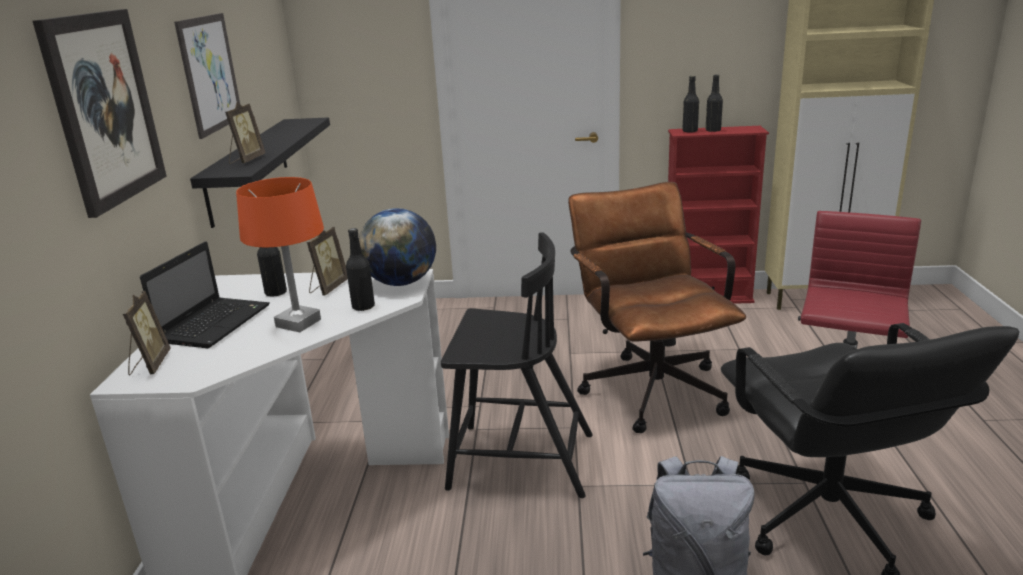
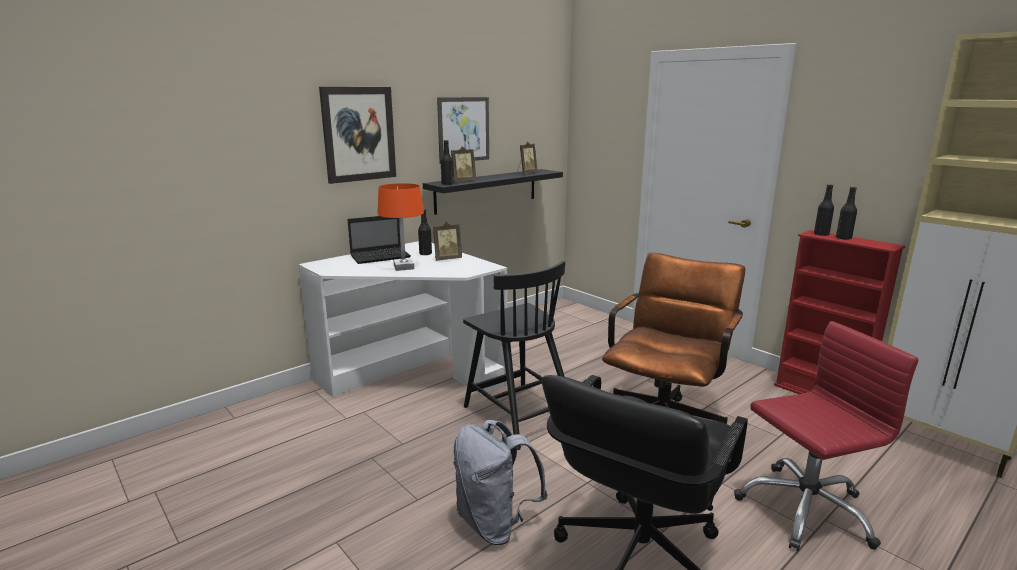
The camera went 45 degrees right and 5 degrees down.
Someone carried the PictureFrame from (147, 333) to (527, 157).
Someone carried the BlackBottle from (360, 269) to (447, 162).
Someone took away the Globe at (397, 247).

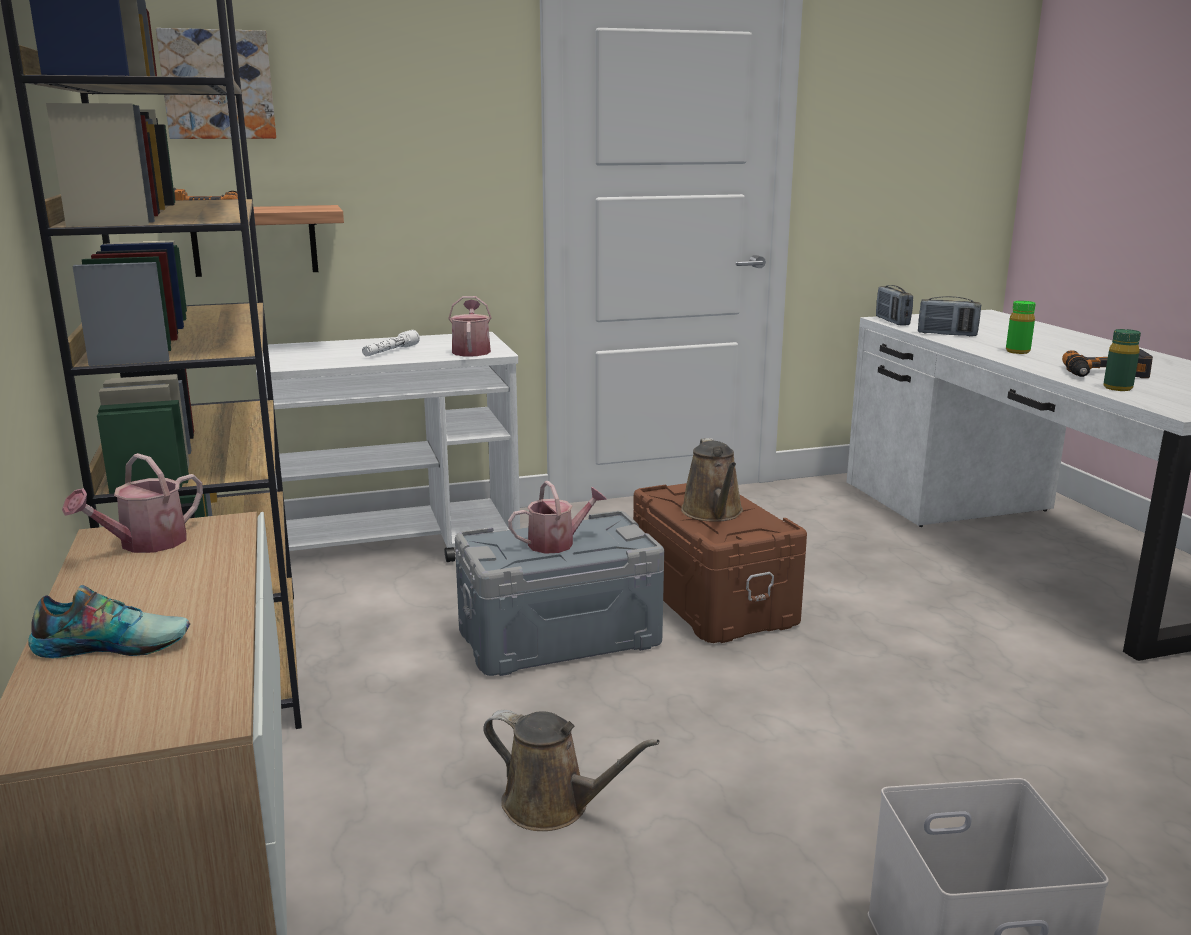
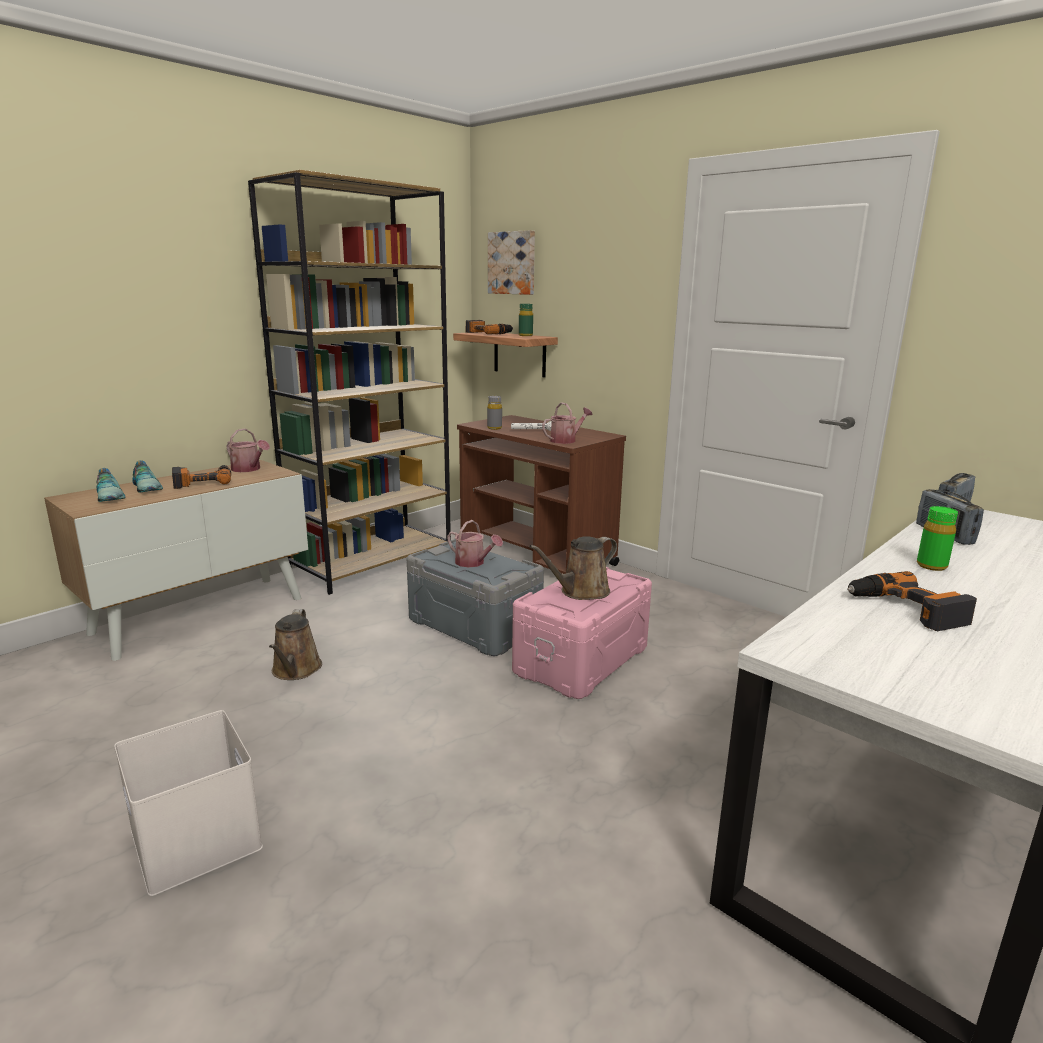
The camera went 60 degrees right and 0 degrees up.
Someone rotated the WateringCan at (132, 503) by 150 degrees counterclockwise.
Someone repainted the WhiteCart at (388, 447), which became the BrownCart at (541, 494).
Someone repainted the BrownStorageBox at (720, 563), which became the PinkStorageBox at (582, 633).
Someone carried the GreenBottle from (1122, 360) to (526, 320).
Someone put down the Shoe at (111, 485).
Someone put down the PowerDrill at (201, 477).
Someone put down the GreyBottle at (494, 413).

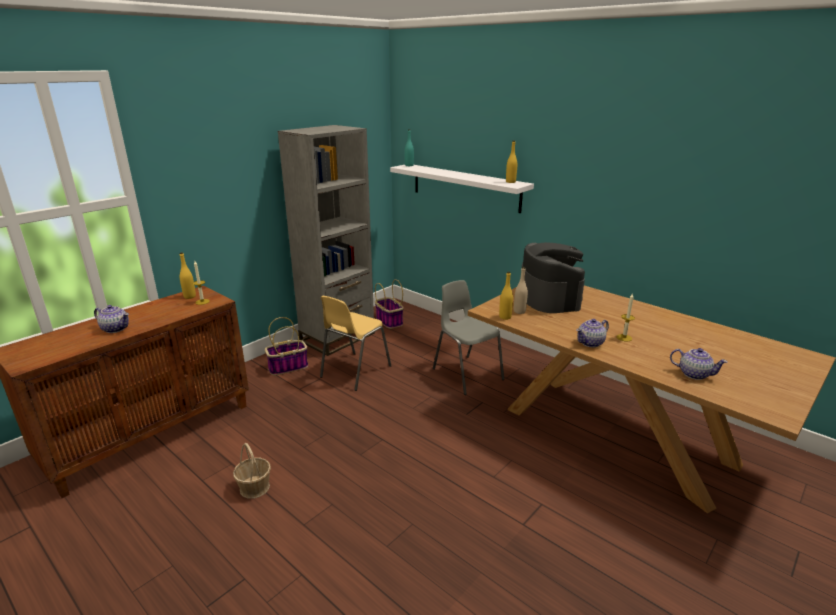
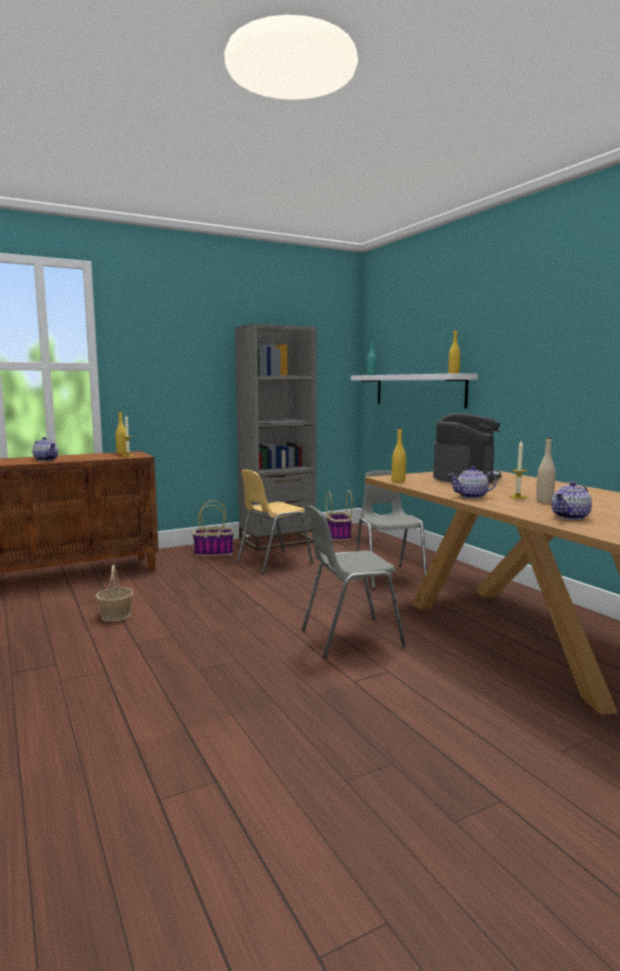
The camera went 20 degrees right and 15 degrees down.
Someone carried the BeigeBottle from (521, 290) to (546, 470).
Someone rotated the Teapot at (699, 364) by 90 degrees clockwise.
Someone put down the GreyChair at (354, 581).

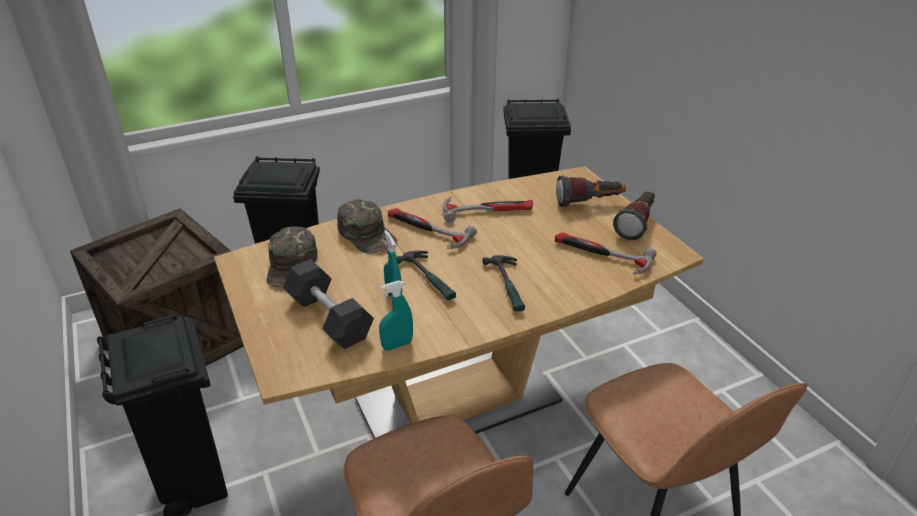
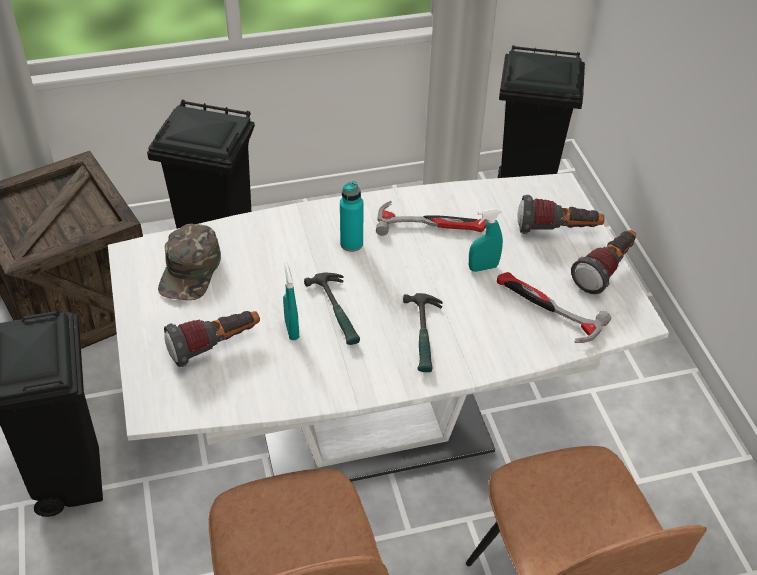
The camera went 10 degrees right and 10 degrees up.
Someone repainted the BrownDiningTable at (459, 302), which became the WhiteDiningTable at (388, 327).
Someone swapped the GreyDumbbell at (328, 304) for the Flashlight at (212, 339).
Someone took away the GreenCap at (367, 226).
Someone carried the TurquoiseSprayBottle from (396, 315) to (486, 240).
Someone swapped the Hammer at (432, 228) for the TurquoiseBottle at (352, 216).

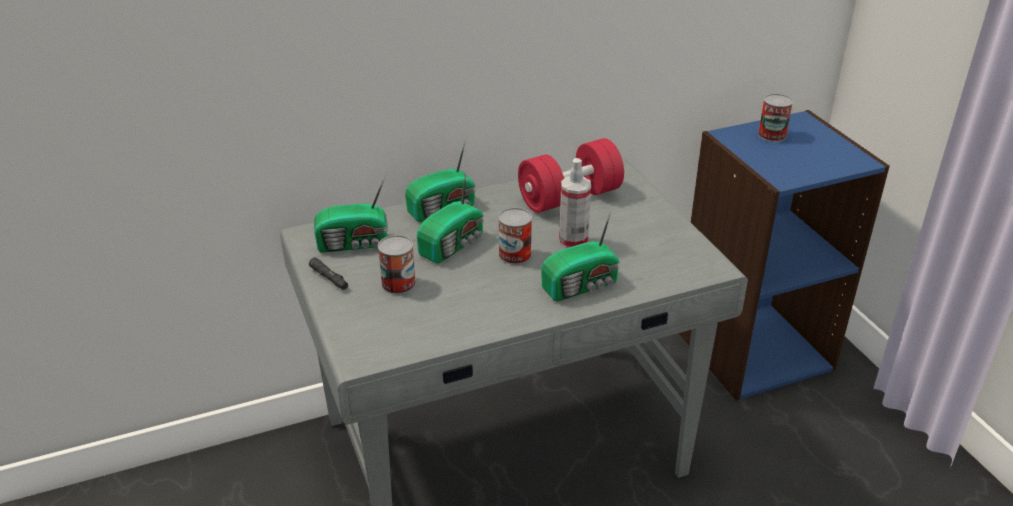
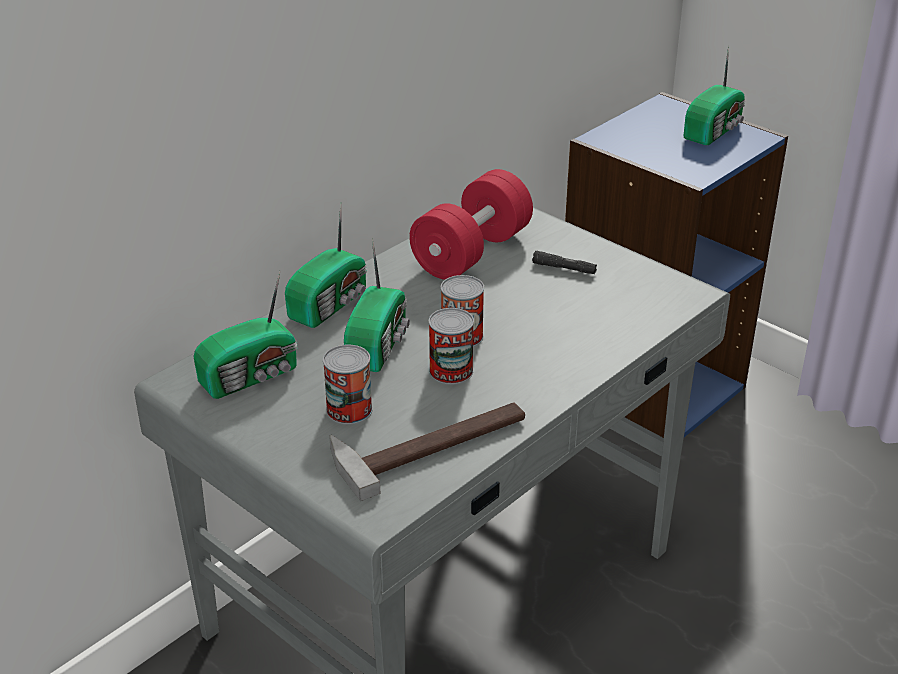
The camera went 25 degrees left and 0 degrees up.
Someone carried the BlackFlashlight from (328, 273) to (564, 262).
Someone carried the Radio from (580, 253) to (714, 95).
Someone took away the SprayBottle at (575, 203).
Someone carried the Can from (775, 118) to (451, 346).
Someone put down the Hammer at (427, 451).

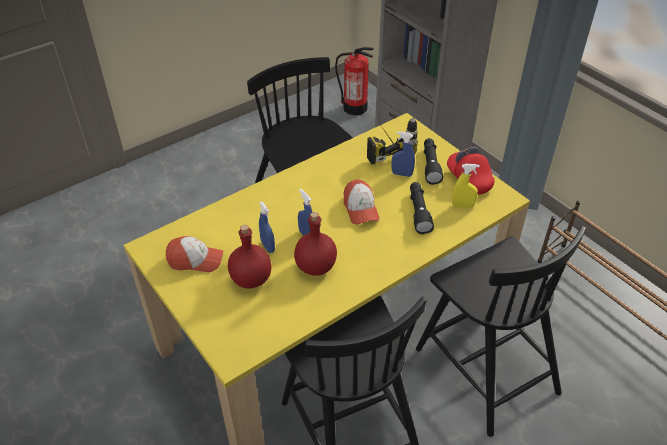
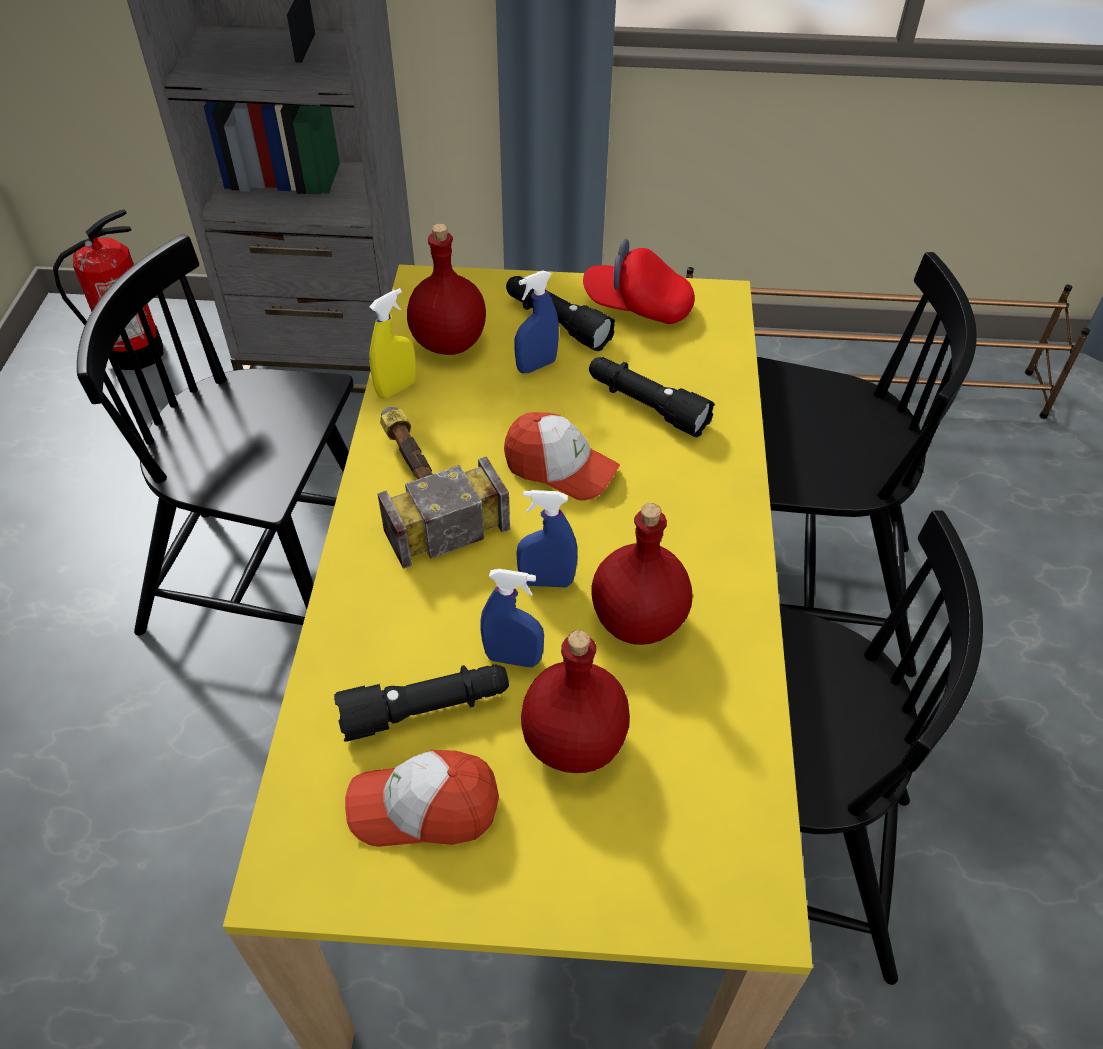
The camera went 50 degrees left and 5 degrees up.
Someone rotated the Cap at (194, 254) by 135 degrees counterclockwise.
Someone swapped the PowerDrill at (392, 140) for the RedBottle at (446, 289).
Someone carried the YellowSprayBottle from (466, 186) to (392, 343).
Someone put down the BlackFlashlight at (421, 703).
Someone put down the Hammer at (443, 488).

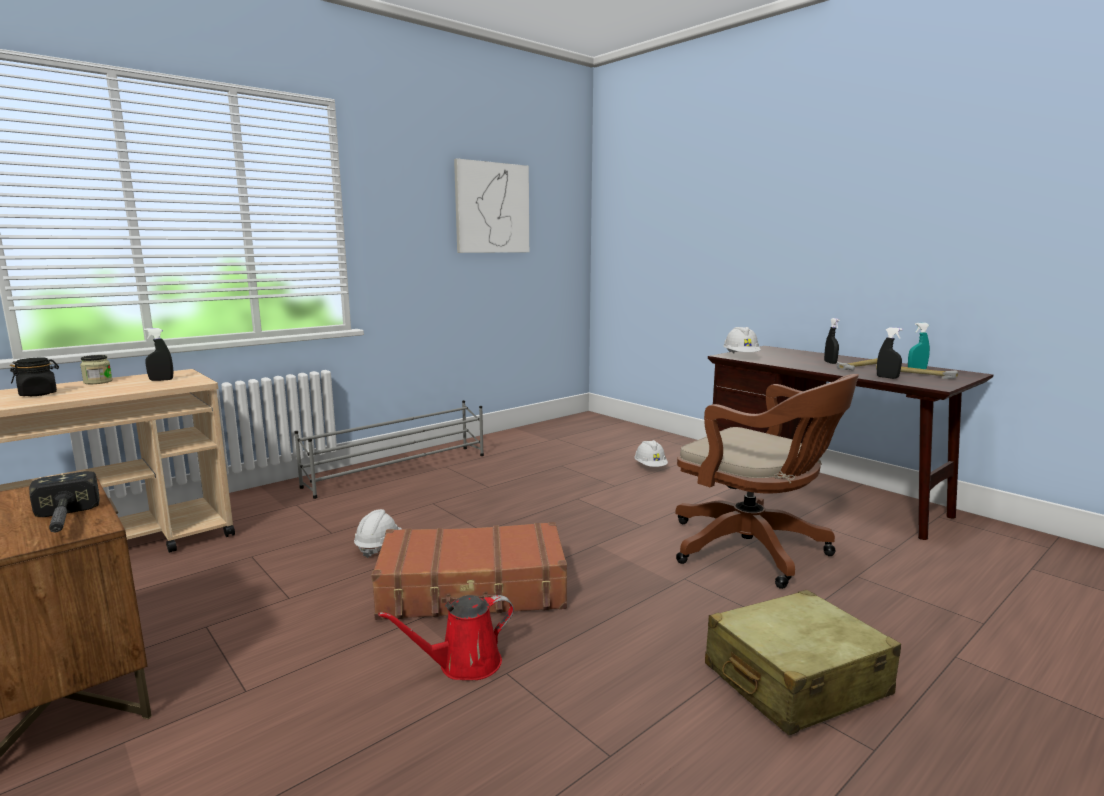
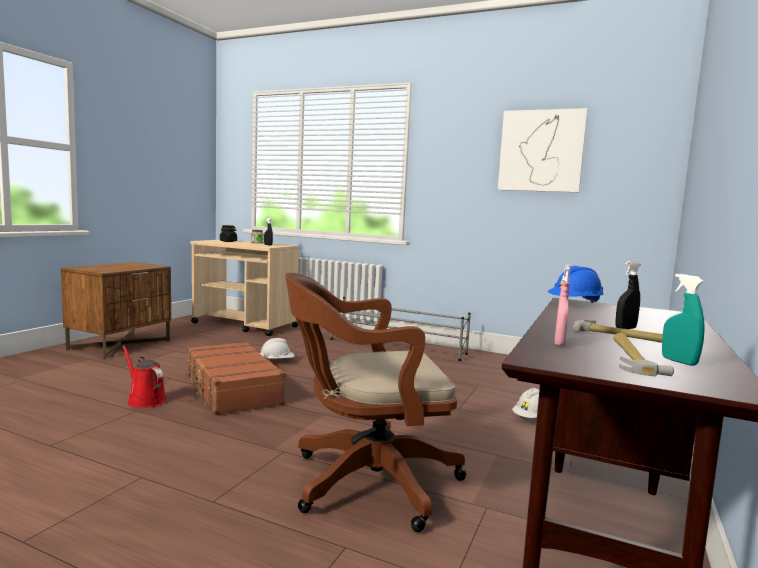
The camera went 65 degrees right and 5 degrees down.
Someone took away the Hammer at (64, 501).
Someone rotated the BrownOfficeChair at (767, 481) by 60 degrees clockwise.
Someone took away the BeigeSuitcase at (803, 662).
Someone repainted the WhiteHardHat at (742, 340), which became the BlueHardHat at (576, 284).
Someone repainted the BlackSprayBottle at (890, 353), which became the PinkSprayBottle at (562, 305).

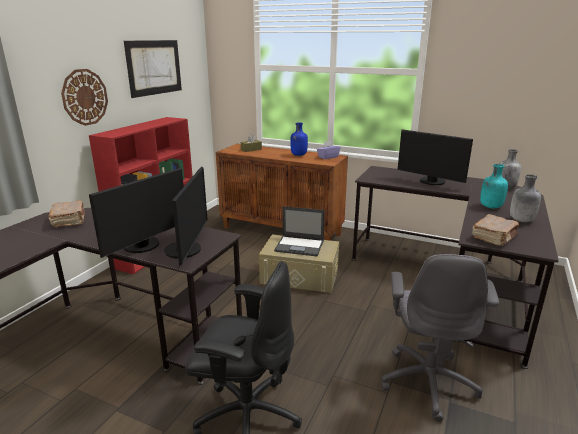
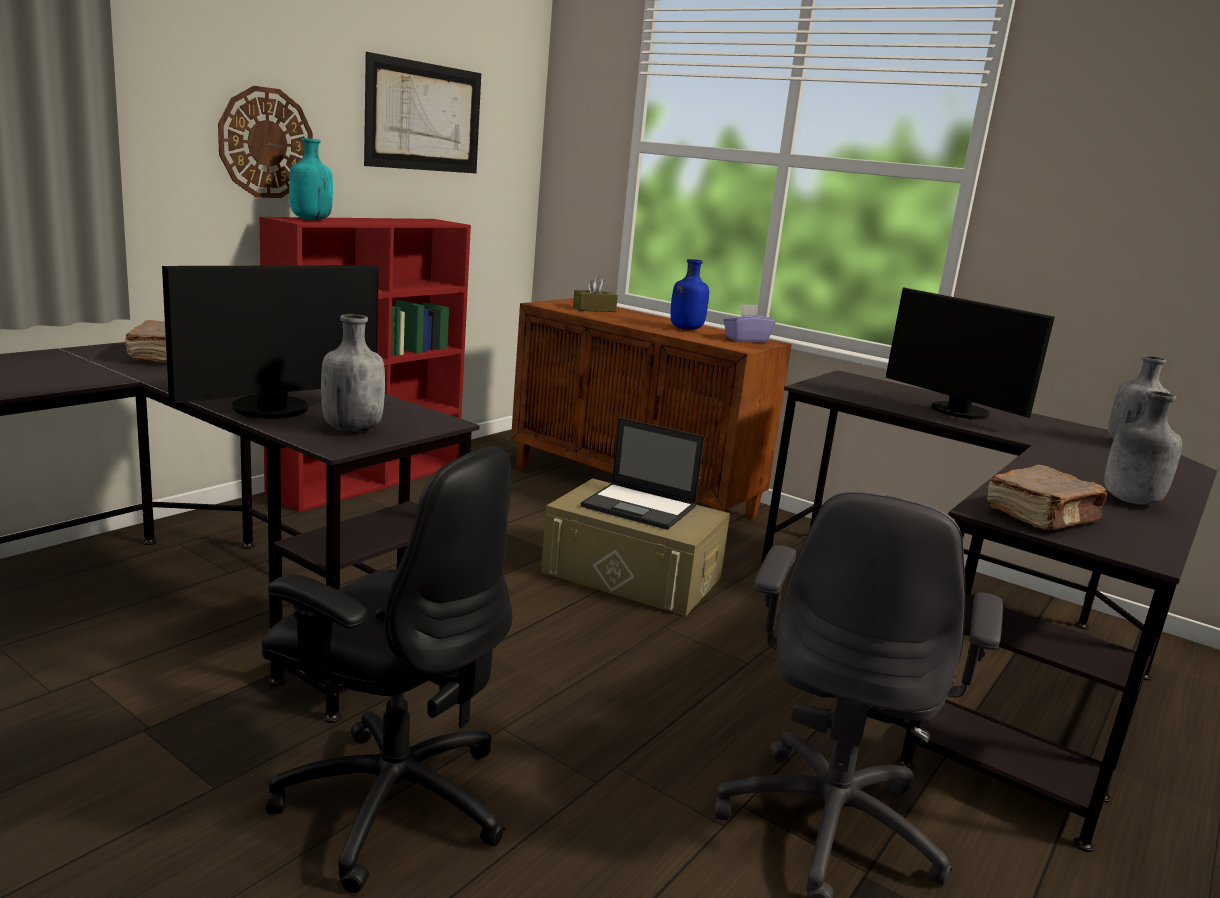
The camera went 10 degrees right and 5 degrees down.
Someone swapped the Monitor at (186, 216) for the GreyBottle at (353, 373).
Someone carried the TurquoiseBottle from (494, 186) to (311, 179).

